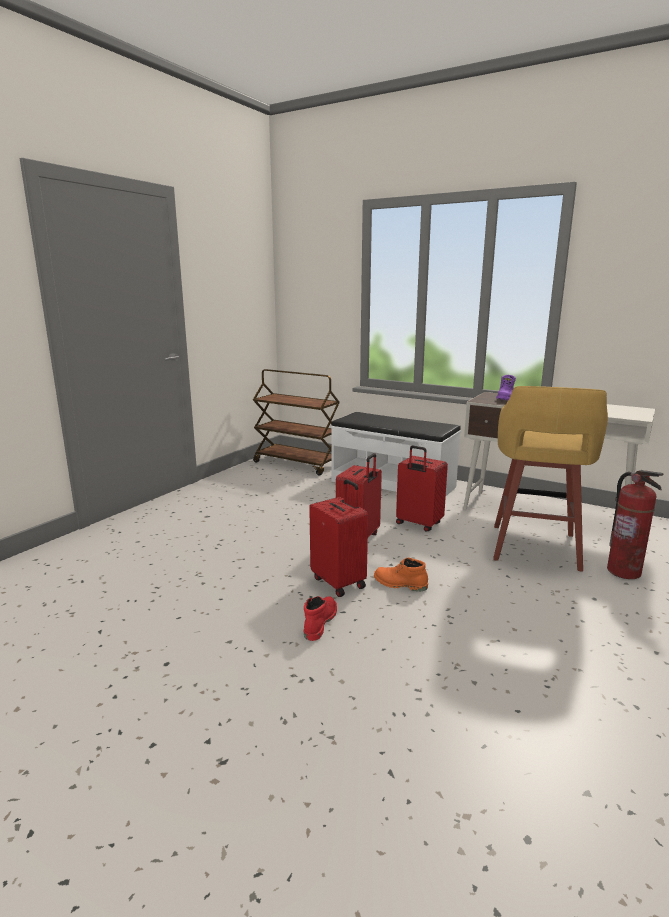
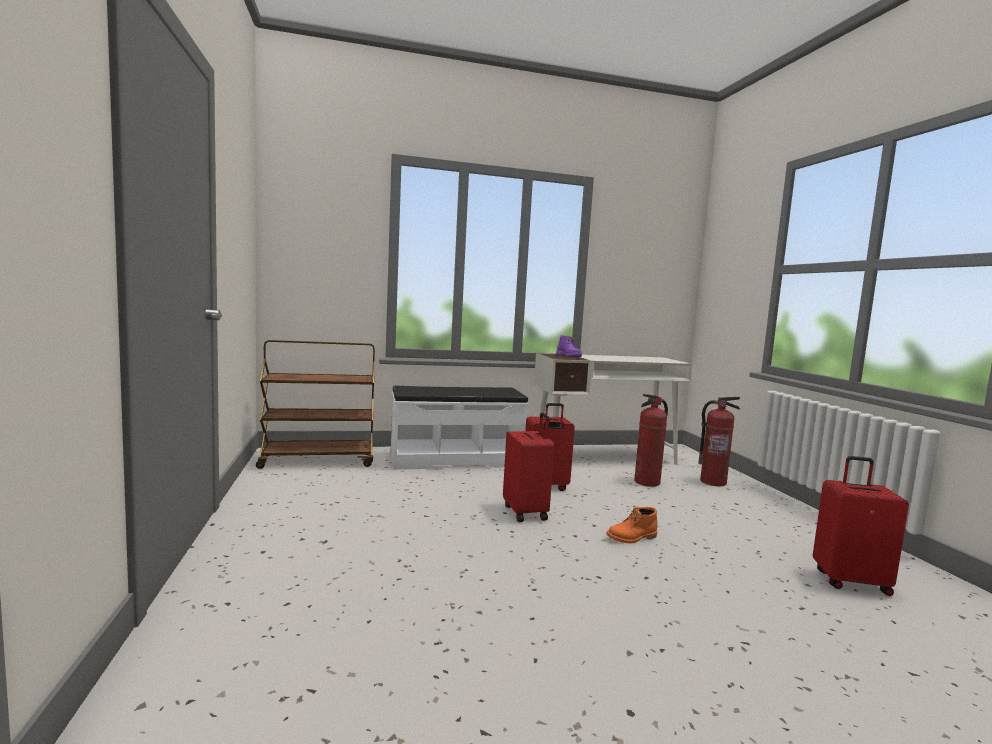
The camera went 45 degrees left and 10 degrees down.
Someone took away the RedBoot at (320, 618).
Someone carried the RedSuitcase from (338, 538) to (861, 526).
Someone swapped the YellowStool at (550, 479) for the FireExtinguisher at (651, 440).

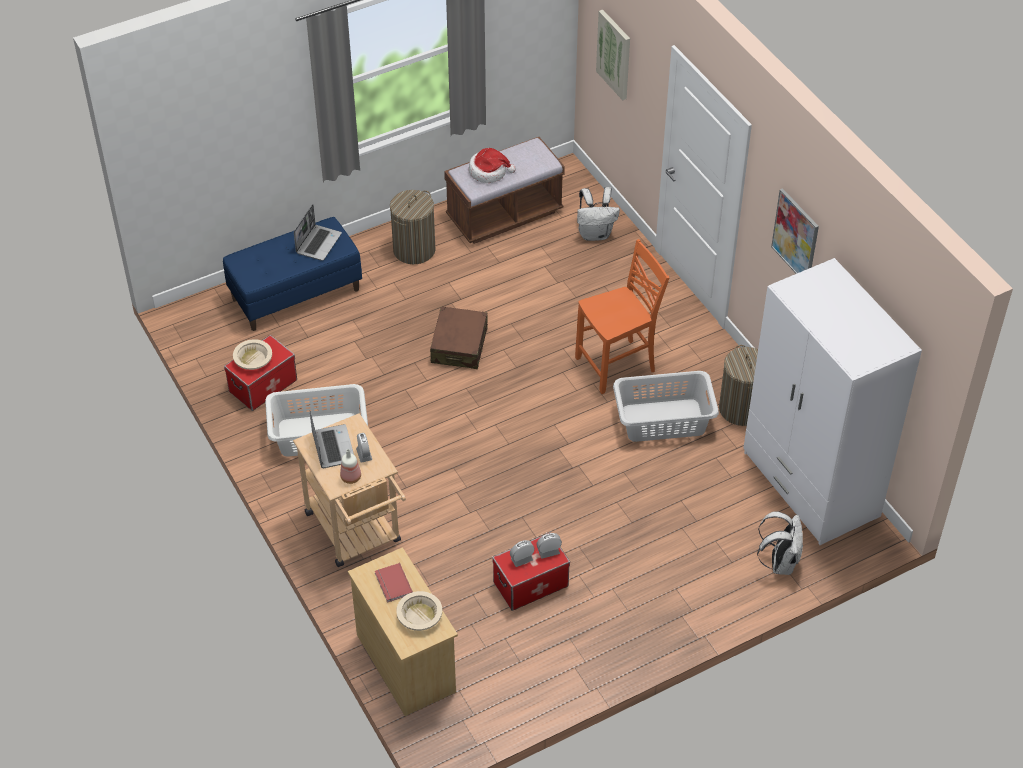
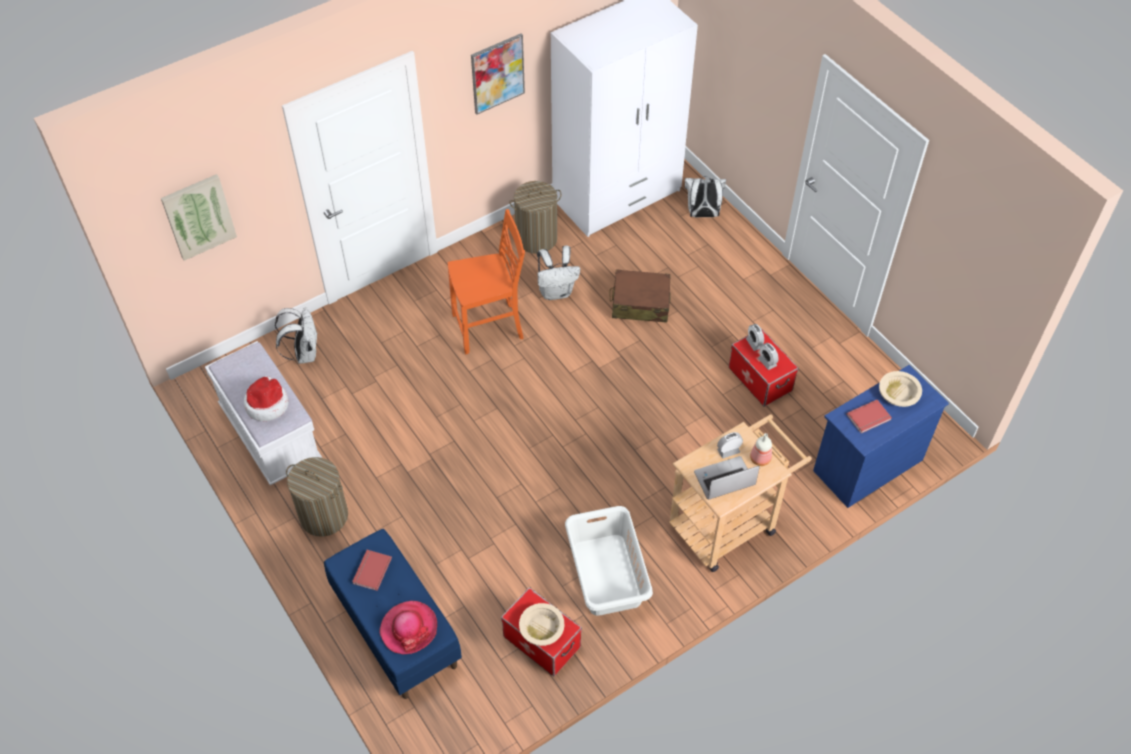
The camera went 95 degrees left and 5 degrees up.
Someone swapped the Laptop at (318, 232) for the RedBook at (372, 570).
Someone repainted the BeigeDresser at (403, 631), which became the BlueDresser at (881, 436).
Someone carried the BrownSuitcase from (459, 337) to (640, 296).
Someone repainted the BrownBench at (504, 190), which became the WhiteBench at (263, 413).
Someone rotated the OrangeChair at (622, 316) by 105 degrees clockwise.
Someone swapped the GreyLaundryBasket at (666, 406) for the WhiteBackpack at (558, 272).
Someone put down the Hat at (408, 627).

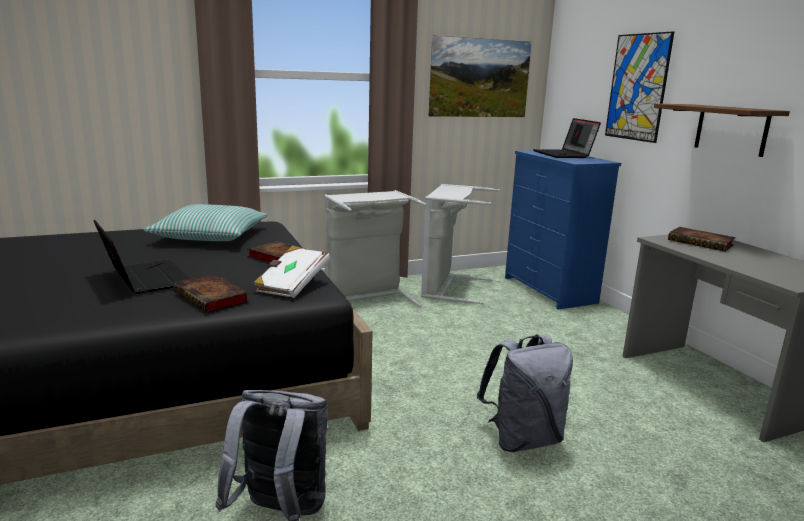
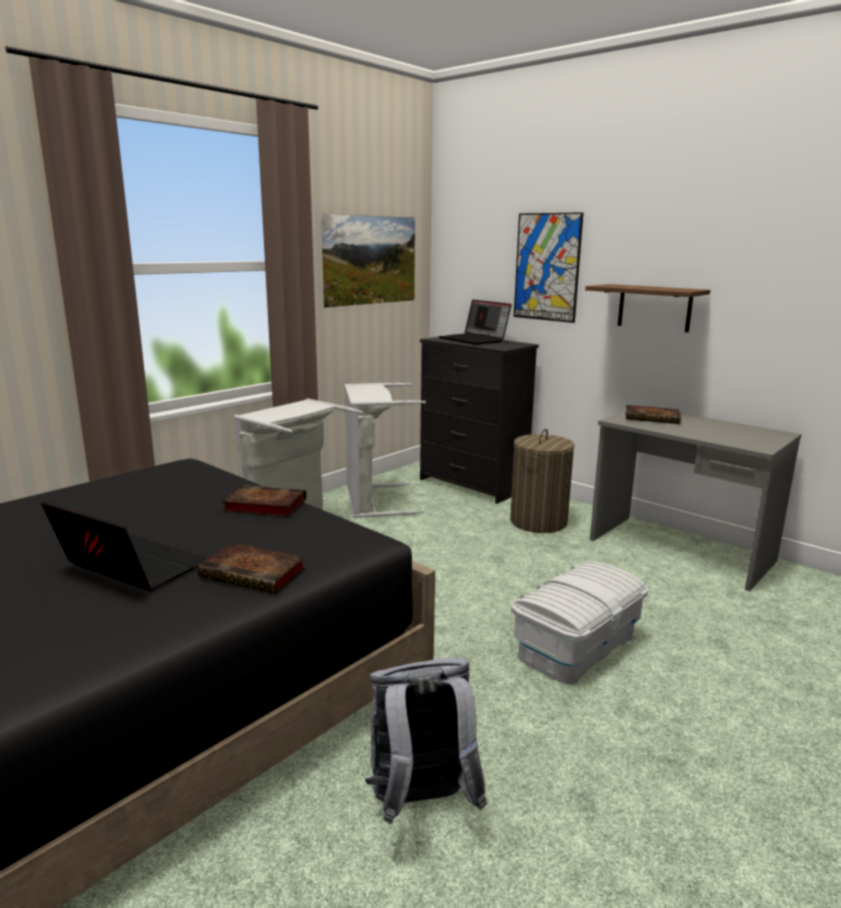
The camera went 25 degrees left and 0 degrees up.
Someone took away the Pillow at (206, 222).
Someone took away the WhiteBook at (291, 272).
Someone swapped the GreyBackpack at (525, 393) for the WhiteStorageBox at (579, 622).
Someone repainted the BlueDresser at (563, 229), which became the BlackDresser at (479, 419).
Someone put down the LaundryBasket at (542, 481).

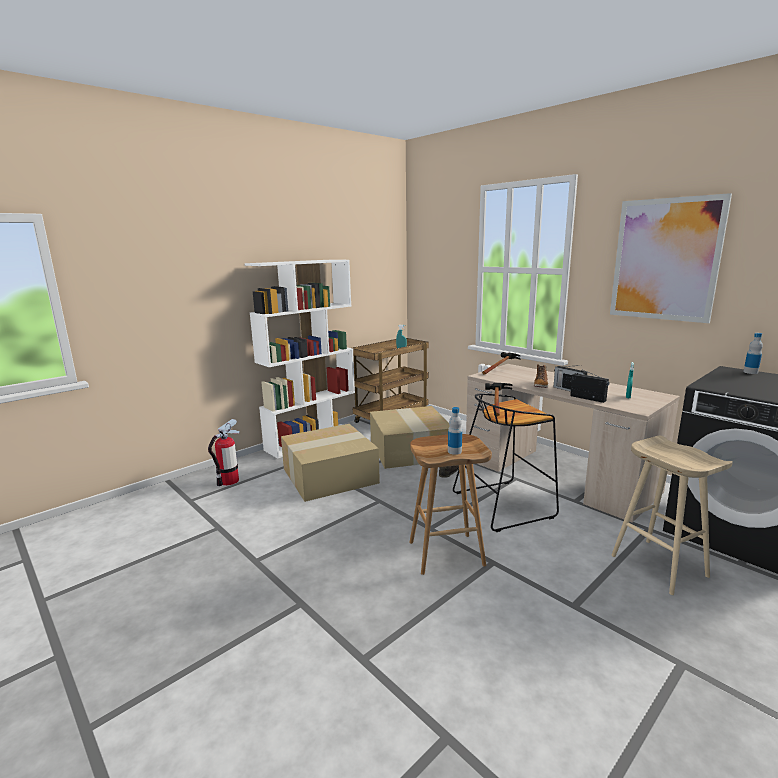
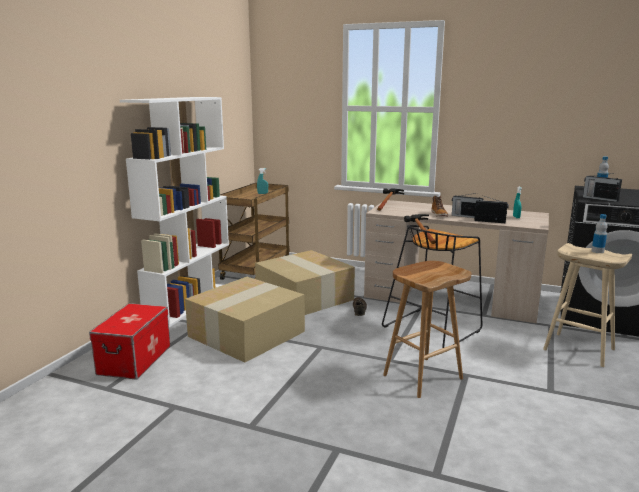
The camera went 25 degrees left and 0 degrees up.
Someone swapped the FireExtinguisher at (224, 452) for the StorageBox at (129, 341).
Someone carried the Bottle from (455, 431) to (599, 233).
Someone took away the Picture at (671, 258).
Someone put down the Radio at (602, 187).

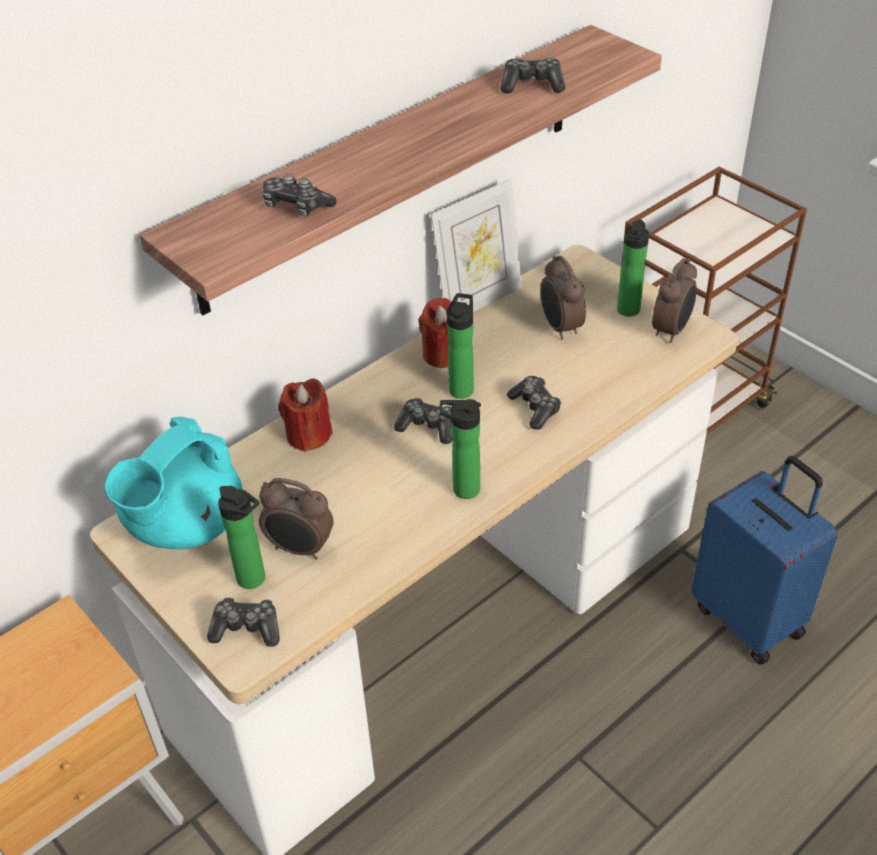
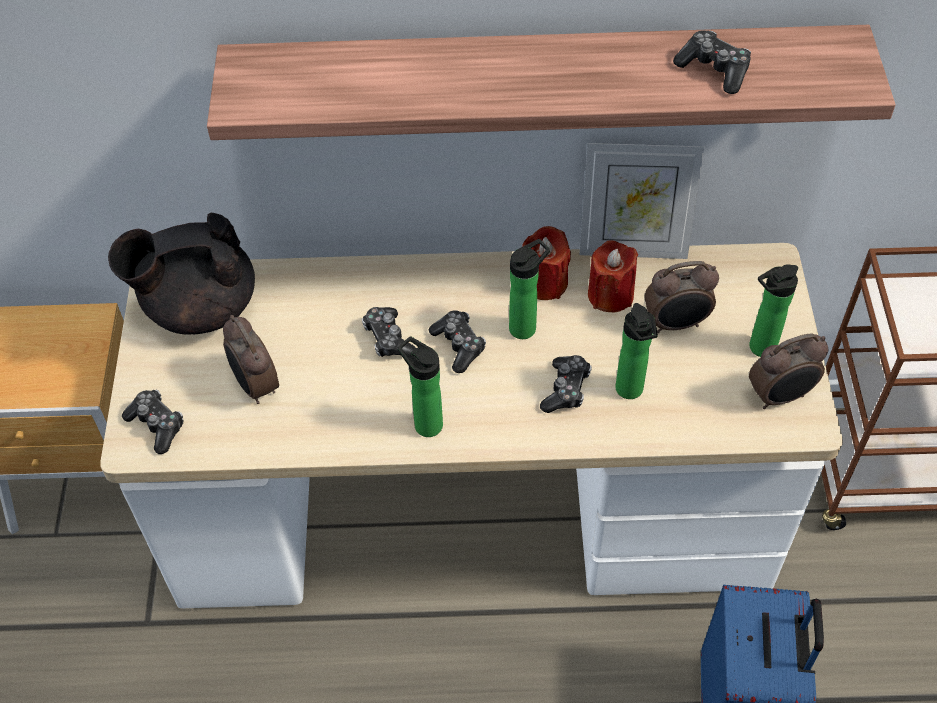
The camera went 40 degrees right and 10 degrees up.
Someone repainted the TurquoiseTeapot at (174, 483), which became the BlackTeapot at (181, 274).
Someone carried the Bottle from (241, 537) to (636, 351).
Someone carried the GameController from (299, 195) to (389, 332).
Someone carried the RedCandle from (305, 415) to (613, 276).
Someone rotated the AlarmClock at (563, 298) by 120 degrees counterclockwise.

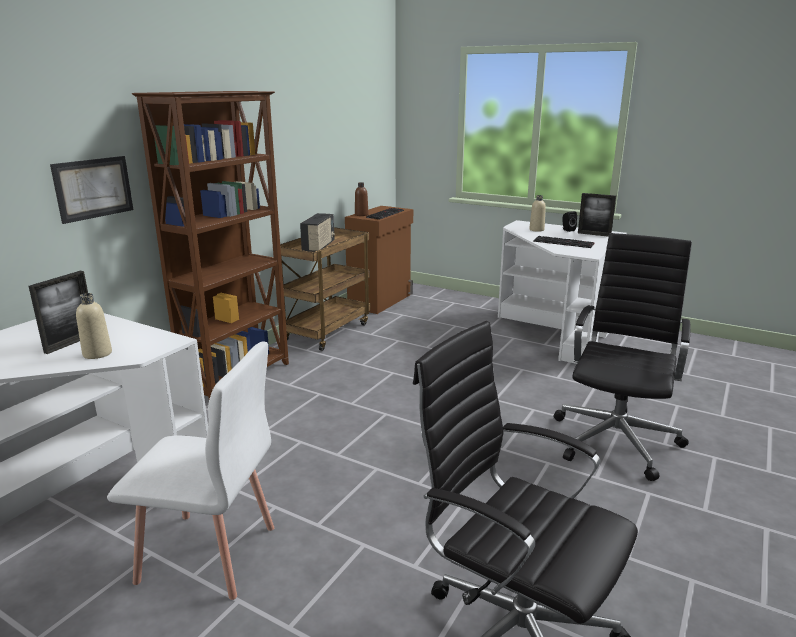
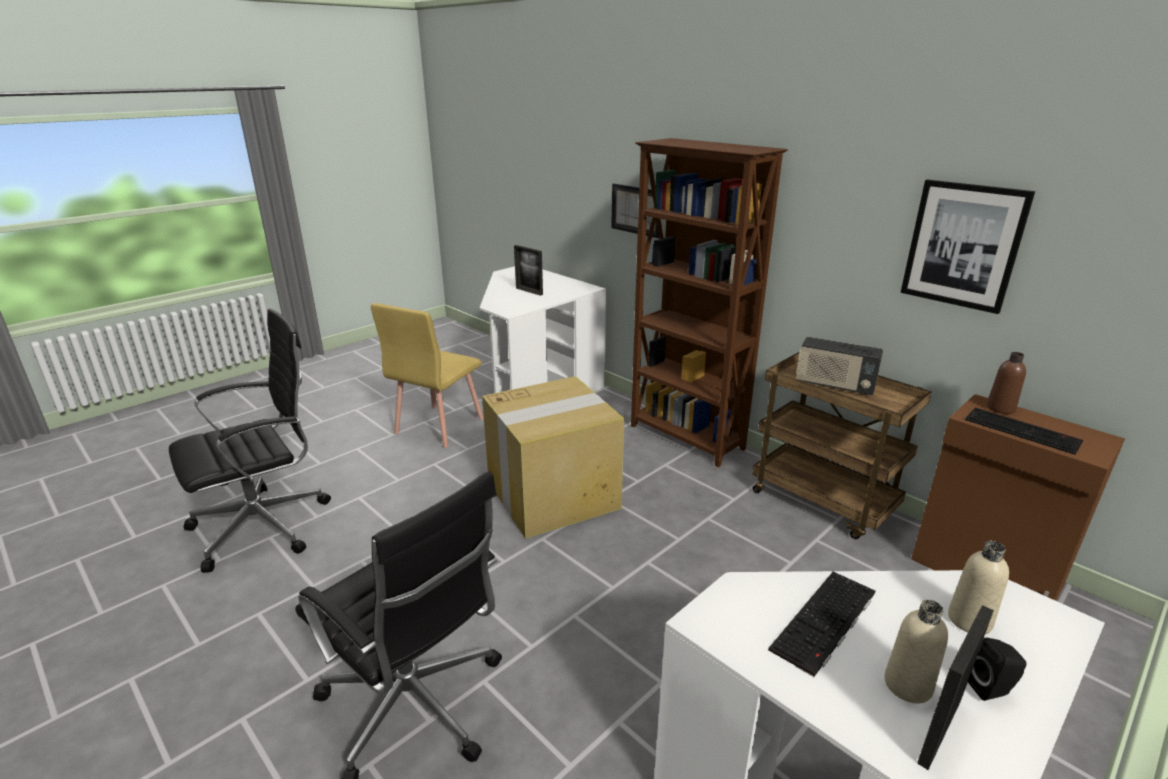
The camera went 105 degrees right and 5 degrees up.
Someone carried the BeigeBottle from (94, 326) to (916, 651).
Someone repainted the WhiteChair at (190, 470), which became the YellowChair at (427, 375).
Someone put down the CardboardBox at (553, 457).
Someone put up the Picture at (968, 247).

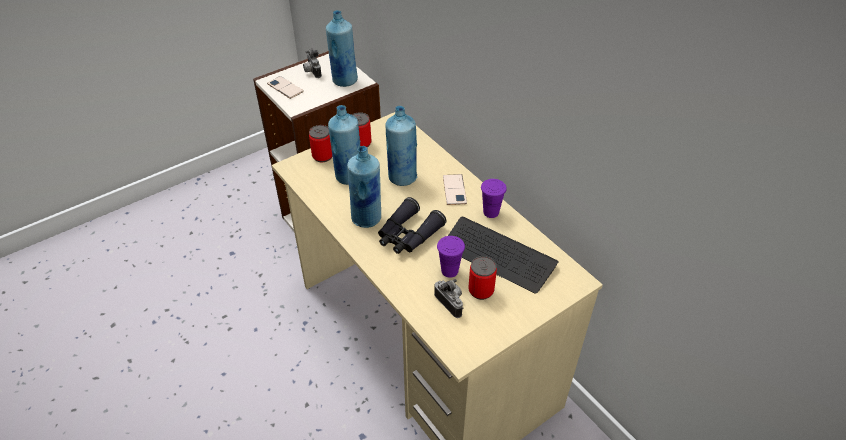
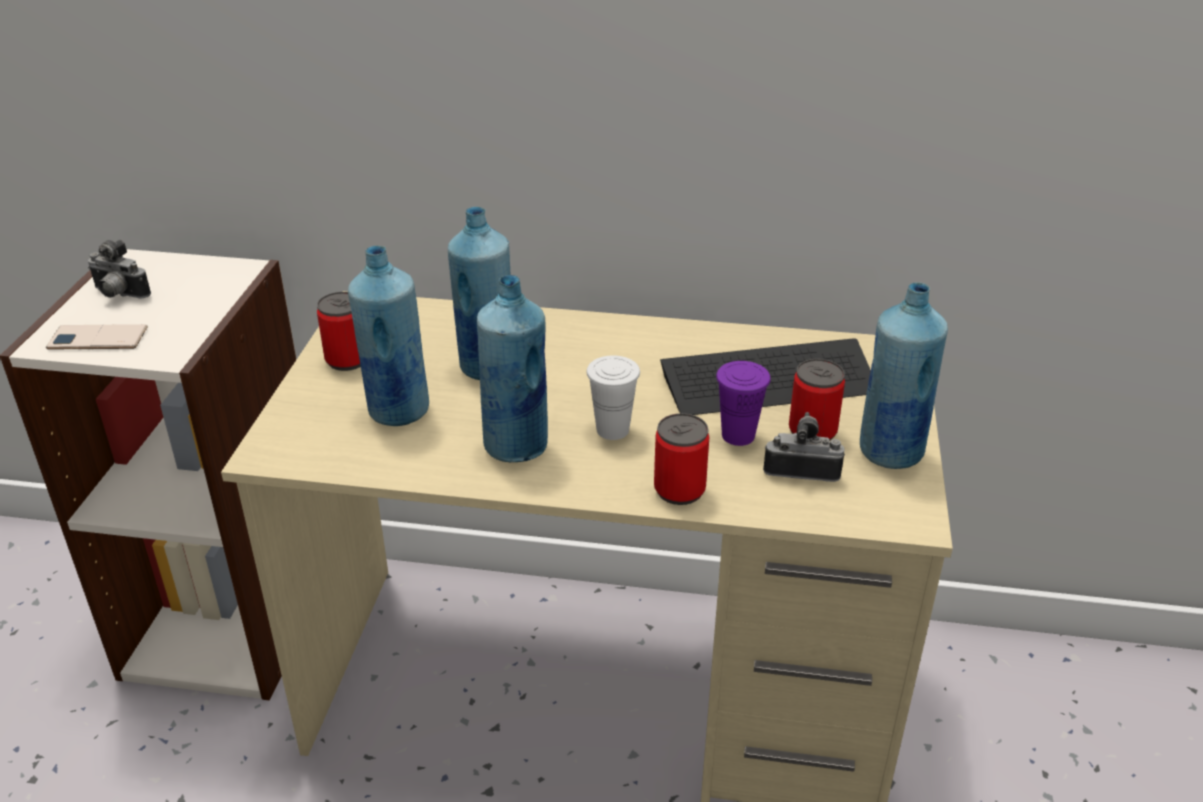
The camera went 45 degrees left and 10 degrees down.
Someone carried the Can from (320, 143) to (681, 459).
Someone carried the BlueBottle from (342, 48) to (904, 375).
Someone swapped the BlackBinoculars at (412, 225) for the WhiteCup at (613, 397).
Someone took away the Phone at (455, 189).
Someone took away the PurpleCup at (494, 198).

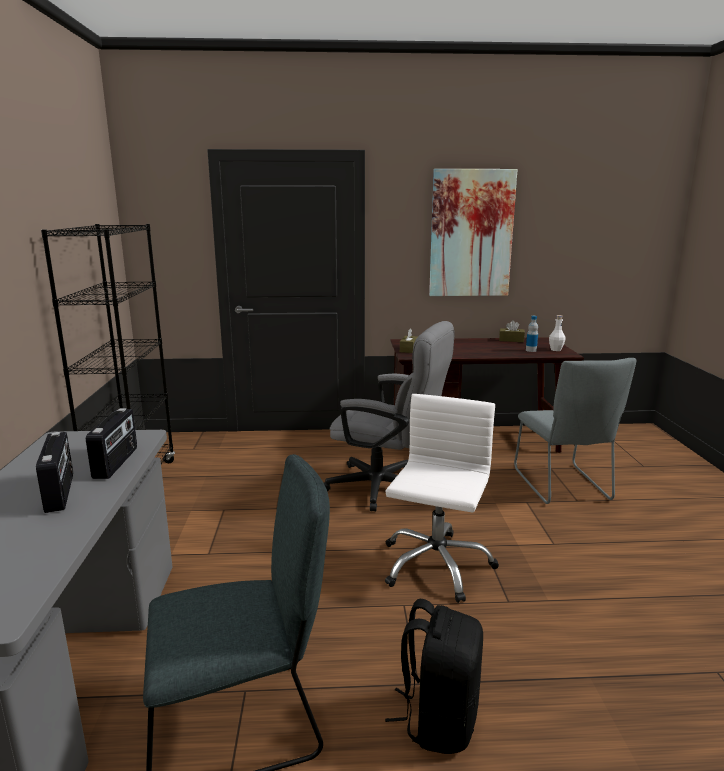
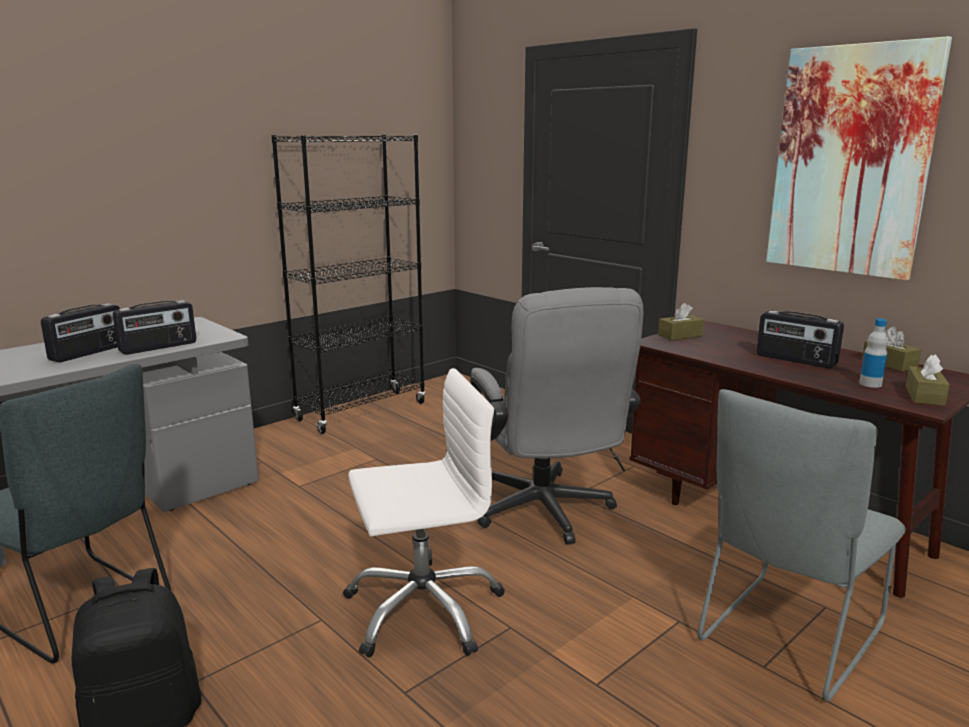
The camera went 50 degrees right and 0 degrees up.
Someone swapped the WhiteBottle at (557, 333) for the BrownTissueBox at (927, 380).
Someone put down the Radio at (800, 339).

